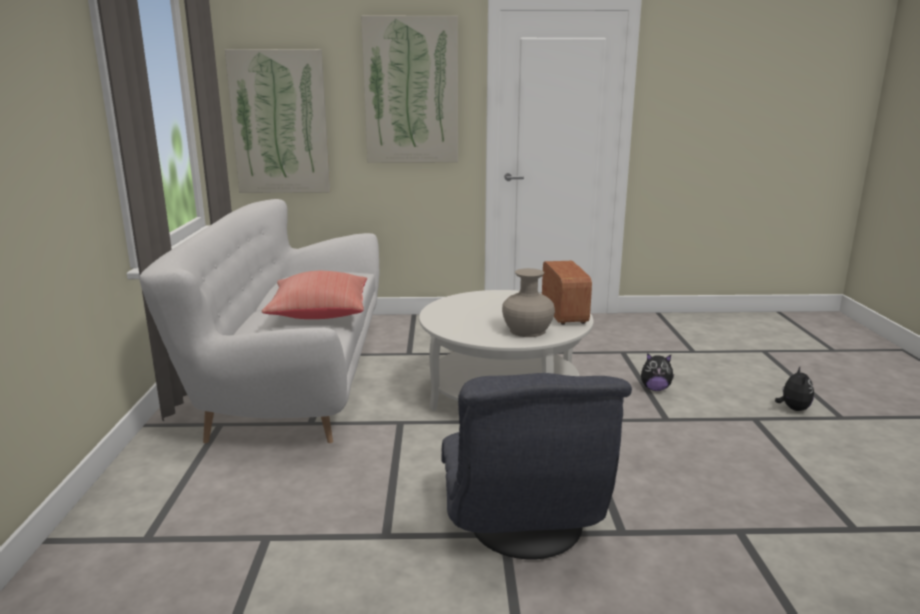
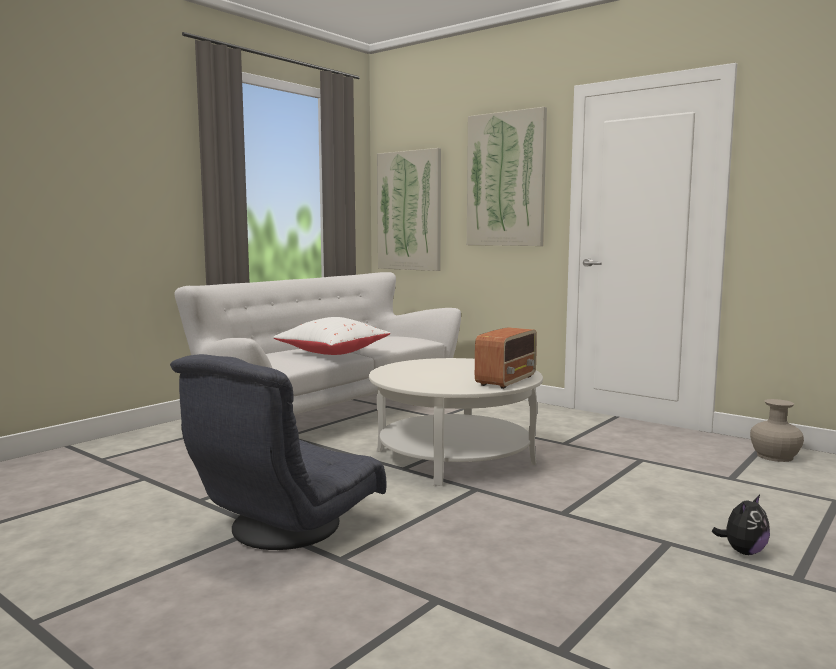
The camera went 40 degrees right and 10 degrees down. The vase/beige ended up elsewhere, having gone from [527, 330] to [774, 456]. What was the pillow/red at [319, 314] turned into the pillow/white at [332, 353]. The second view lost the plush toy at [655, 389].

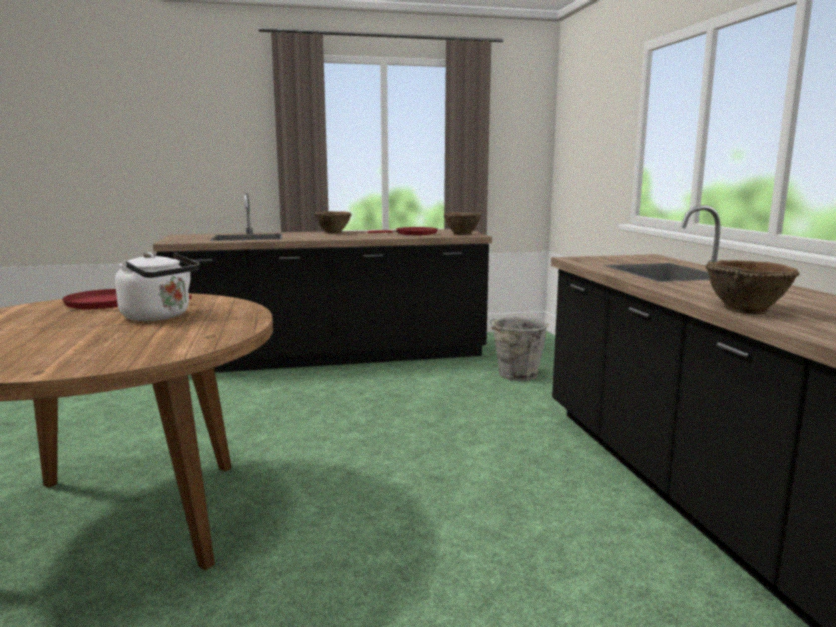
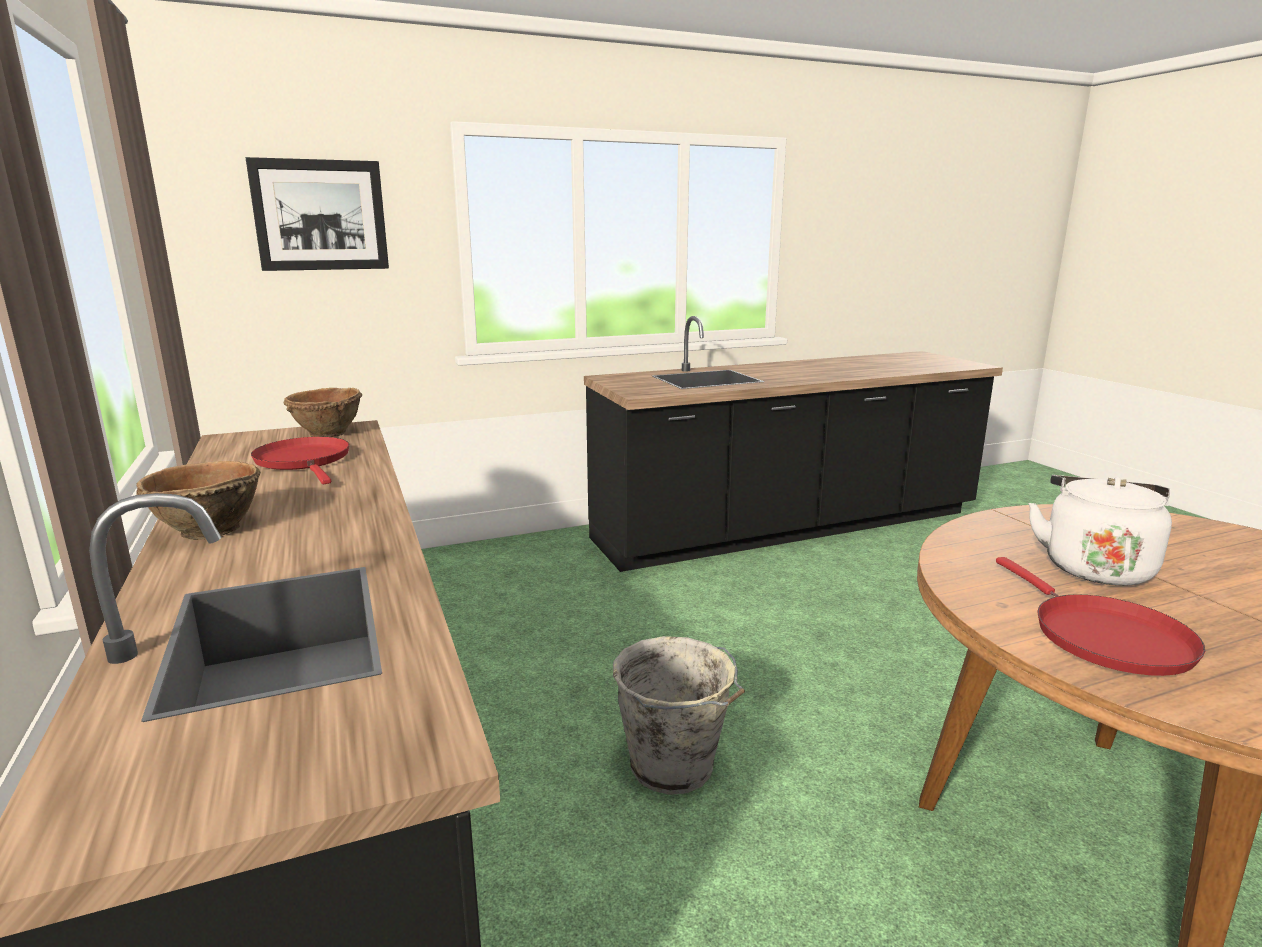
The camera went 100 degrees left and 5 degrees up. The second view lost the bowl/brown at [745, 310]. The bucket/grey ended up elsewhere, having gone from [516, 375] to [674, 768]. The second view gained the picture at [320, 215].

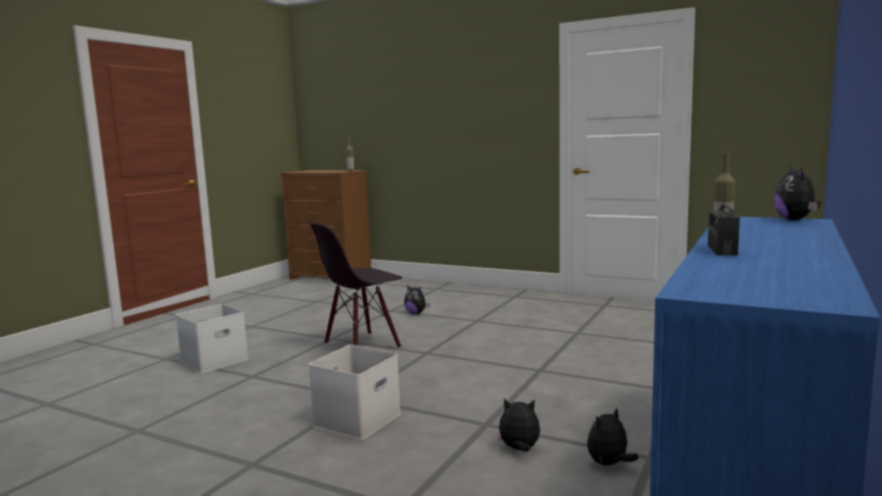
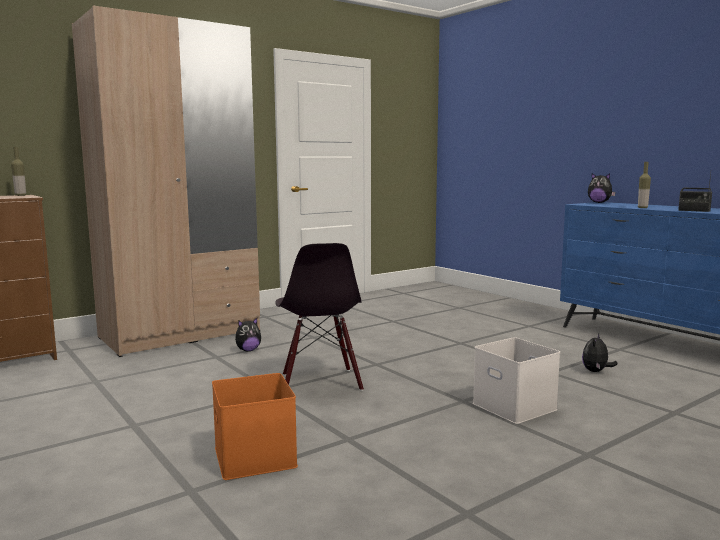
The camera went 65 degrees left and 0 degrees up. What was the storage box/white at [215, 360] turned into the storage box/orange at [253, 456]. The second view lost the plush toy at [609, 464]. The second view gained the wardrobe/beige at [180, 334].

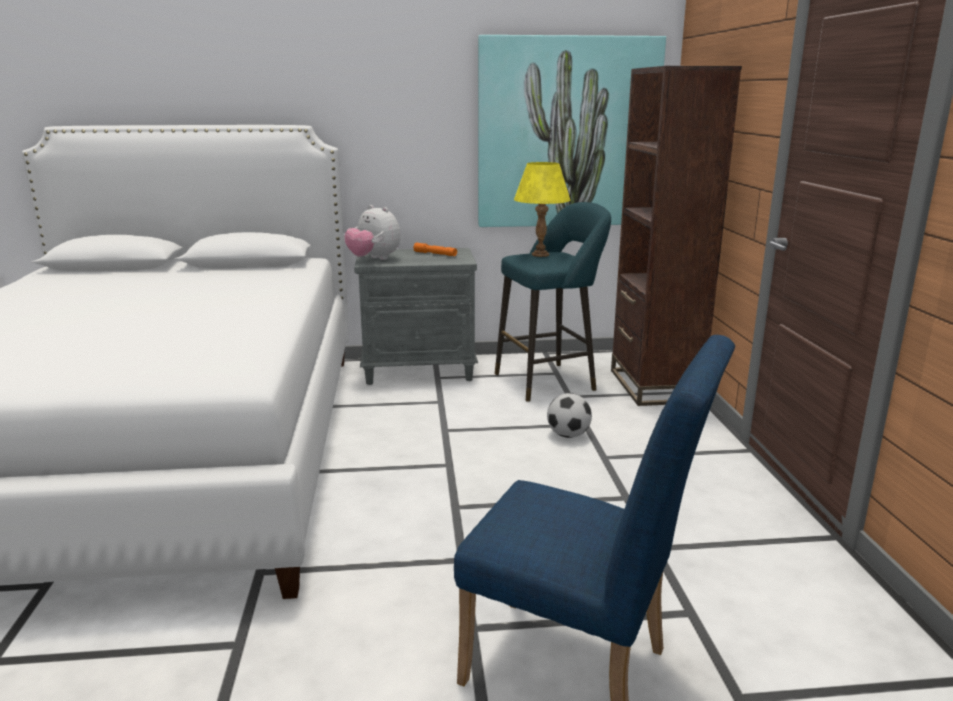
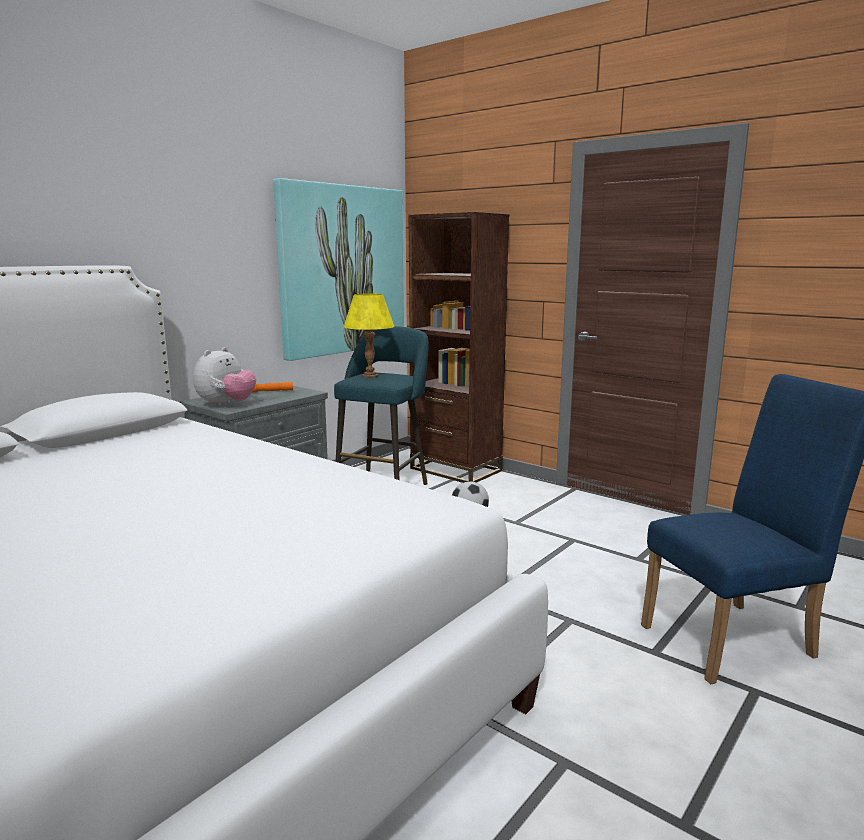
The camera went 45 degrees left and 5 degrees down. The plush toy at [374, 259] ended up facing another way, 60 degrees counterclockwise from before.

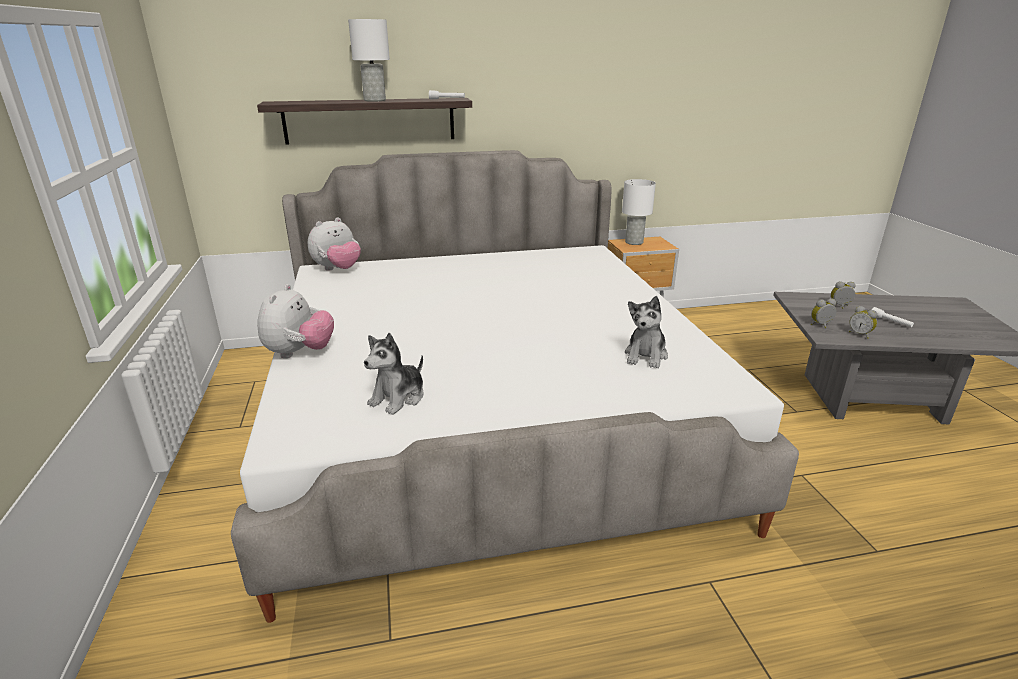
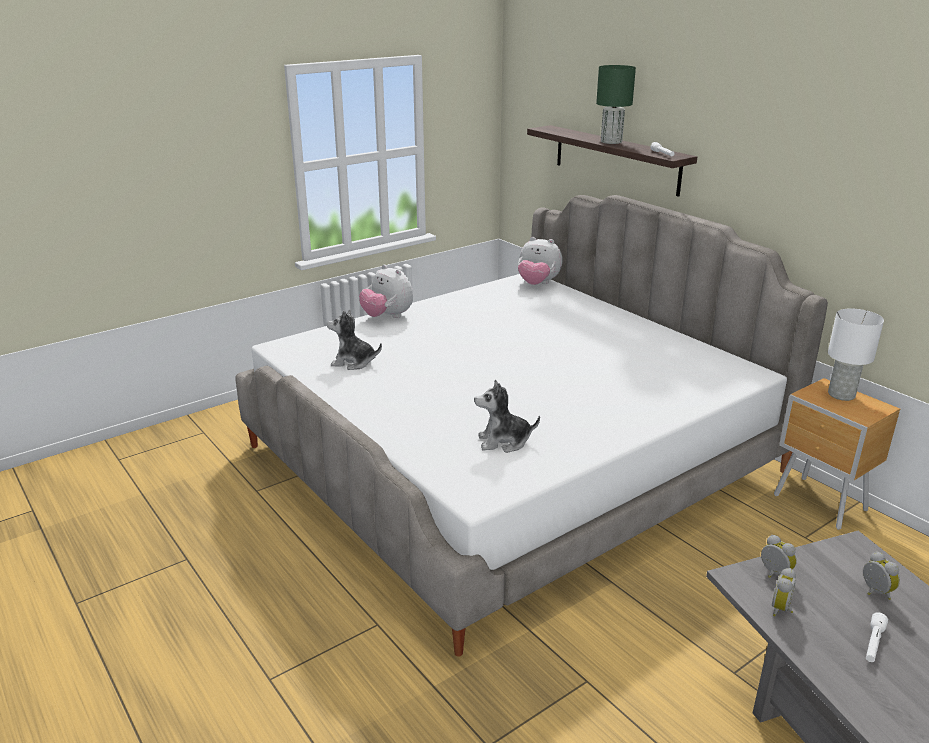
The camera went 65 degrees right and 0 degrees up. What was the table lamp/white at [374, 100] turned into the table lamp/green at [611, 141]. The plush toy at [299, 353] ended up facing another way, 60 degrees clockwise from before.

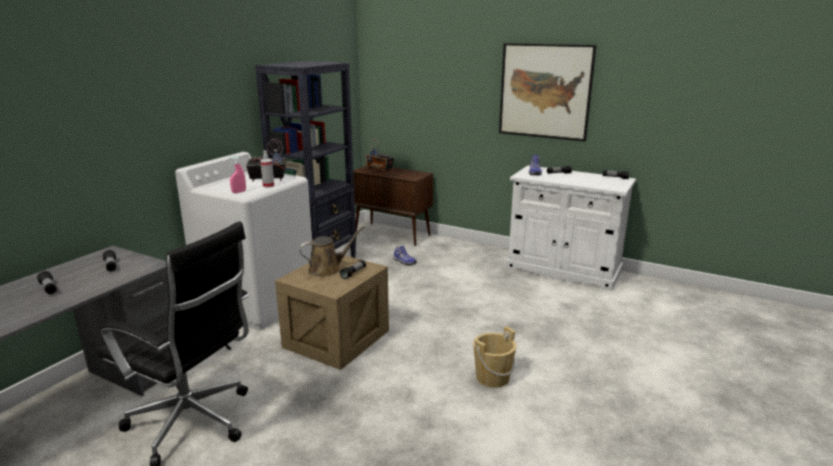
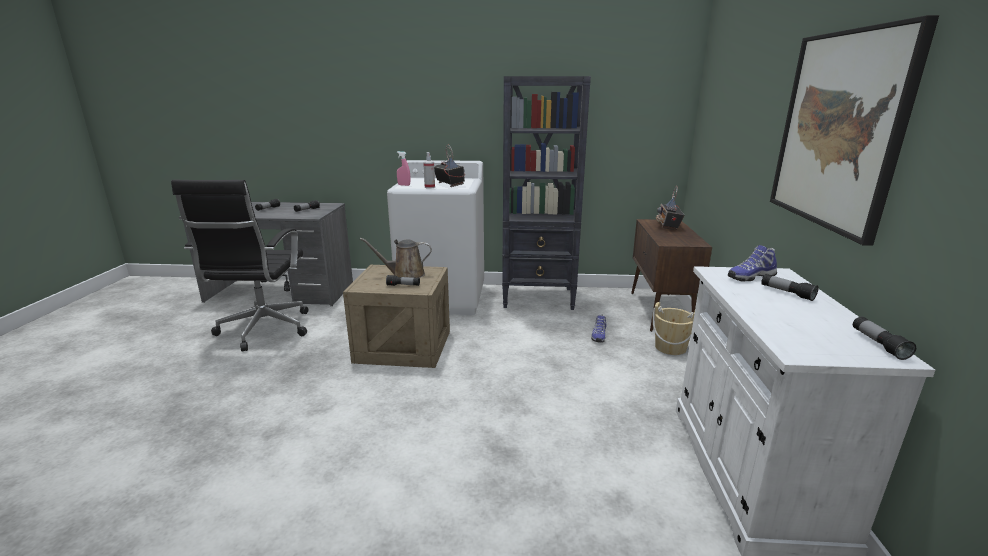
The camera went 65 degrees right and 0 degrees up. The watering can/brown at [327, 269] ended up facing another way, 135 degrees clockwise from before. The bucket/beige ended up elsewhere, having gone from [492, 377] to [670, 347].

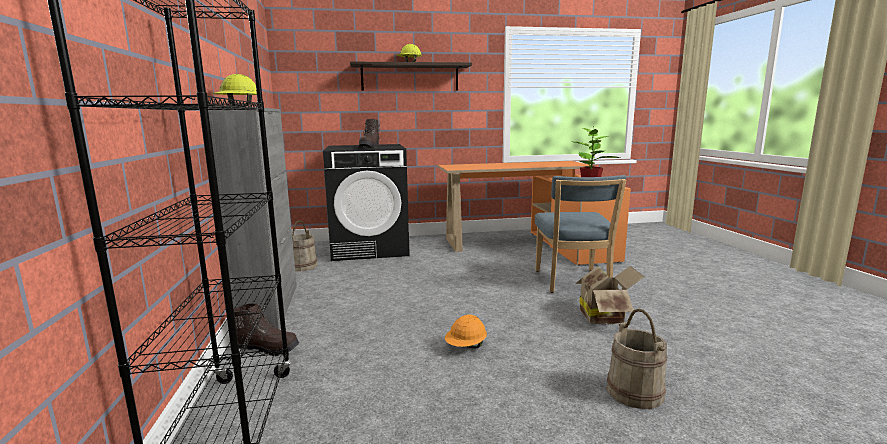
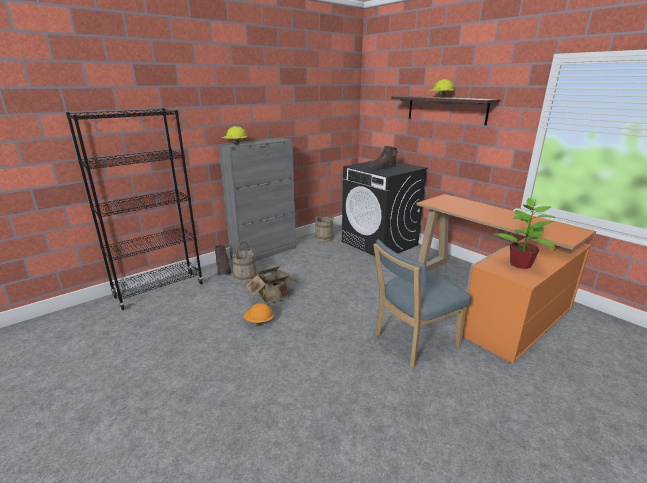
The camera went 60 degrees right and 10 degrees up. The cardboard box ended up elsewhere, having gone from [604, 316] to [274, 298]. The bucket/beige ended up elsewhere, having gone from [634, 392] to [245, 277].

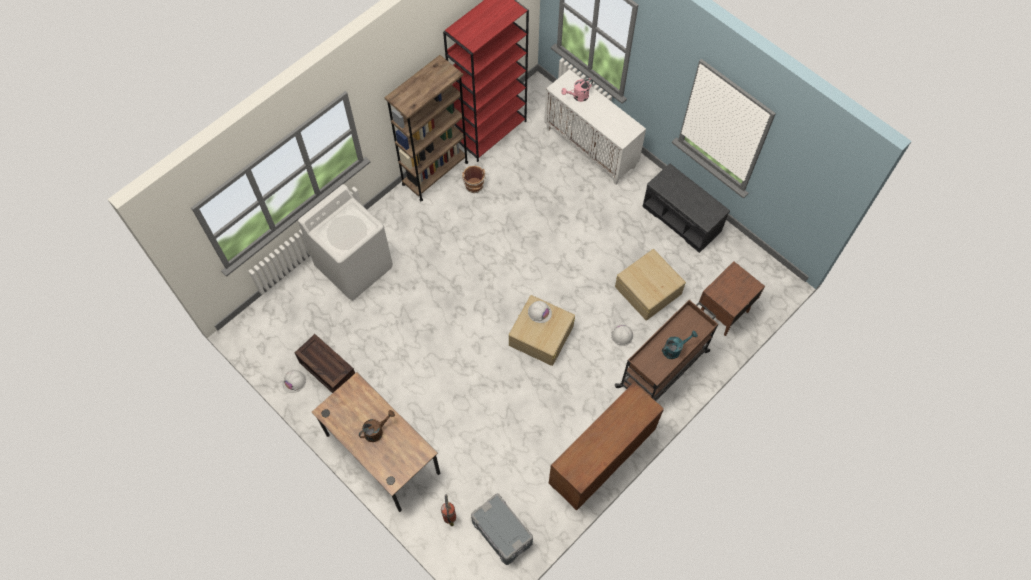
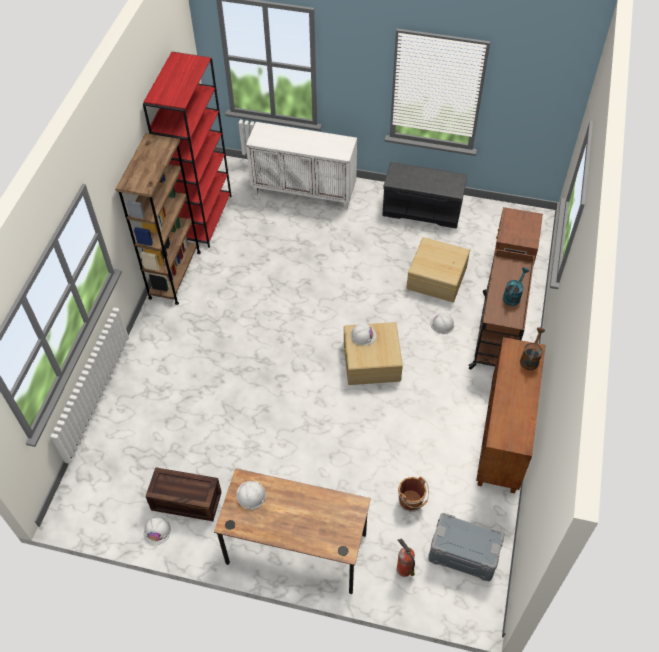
The camera went 30 degrees left and 10 degrees down. The second view lost the watering can/pink at [578, 96]. The bucket/brown ended up elsewhere, having gone from [474, 186] to [411, 501]. The second view lost the washing machine/white at [355, 266]. The watering can/brown ended up elsewhere, having gone from [376, 431] to [530, 358]. The second view gained the hard hat/white at [251, 495].

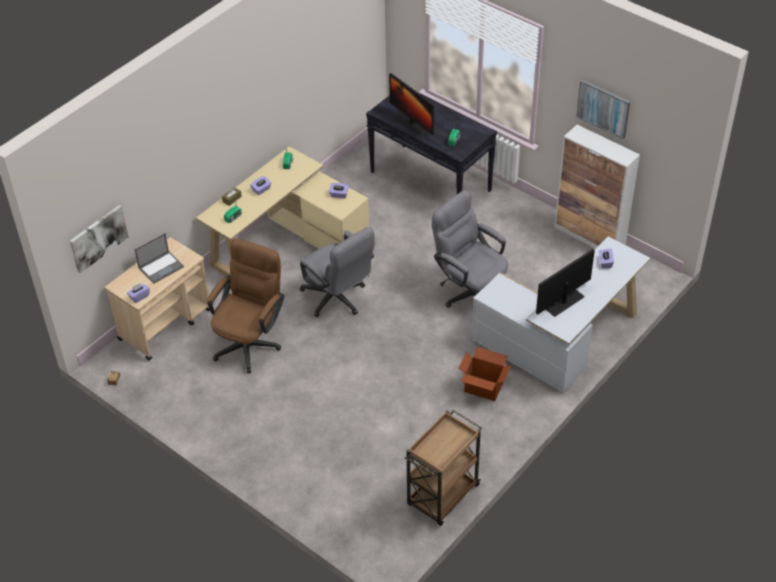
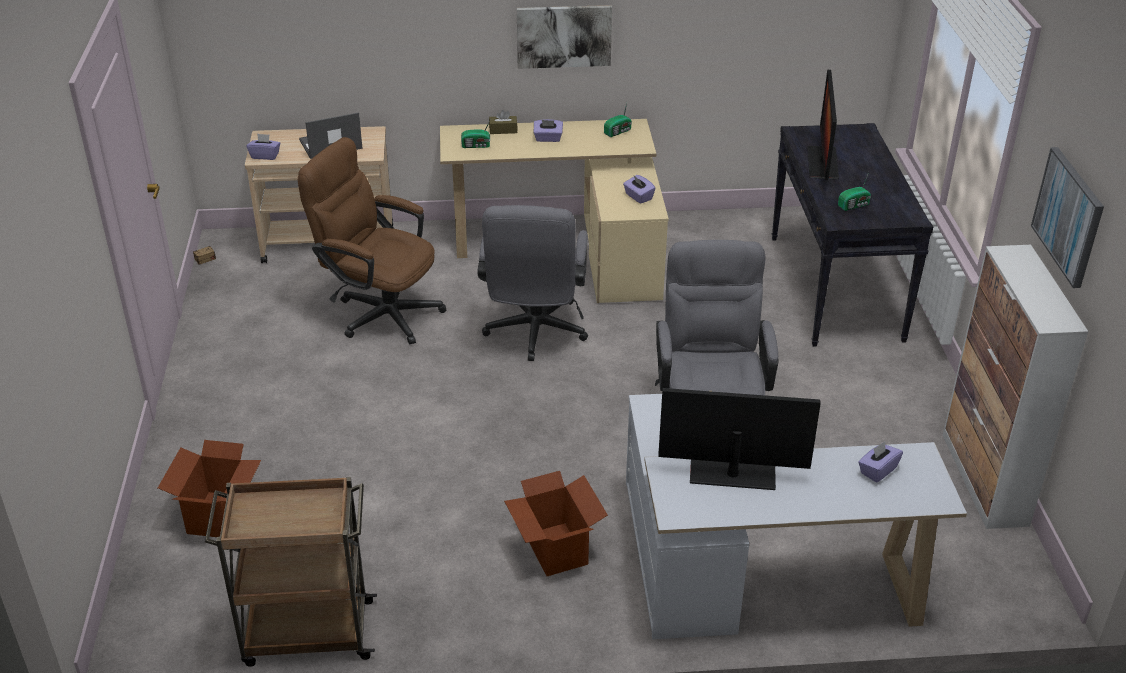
The camera went 45 degrees right and 10 degrees down. The picture ended up elsewhere, having gone from [98, 238] to [564, 36]. The laptop at [161, 267] ended up facing another way, 150 degrees clockwise from before. The office chair/brown at [250, 341] ended up facing another way, 135 degrees counterclockwise from before. The second view gained the cardboard box at [219, 515].

